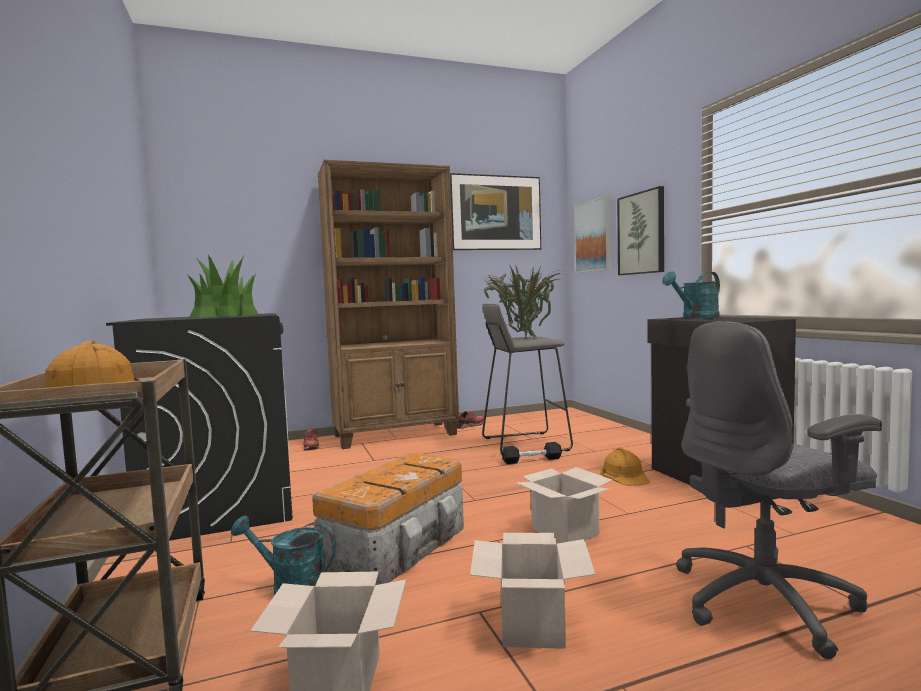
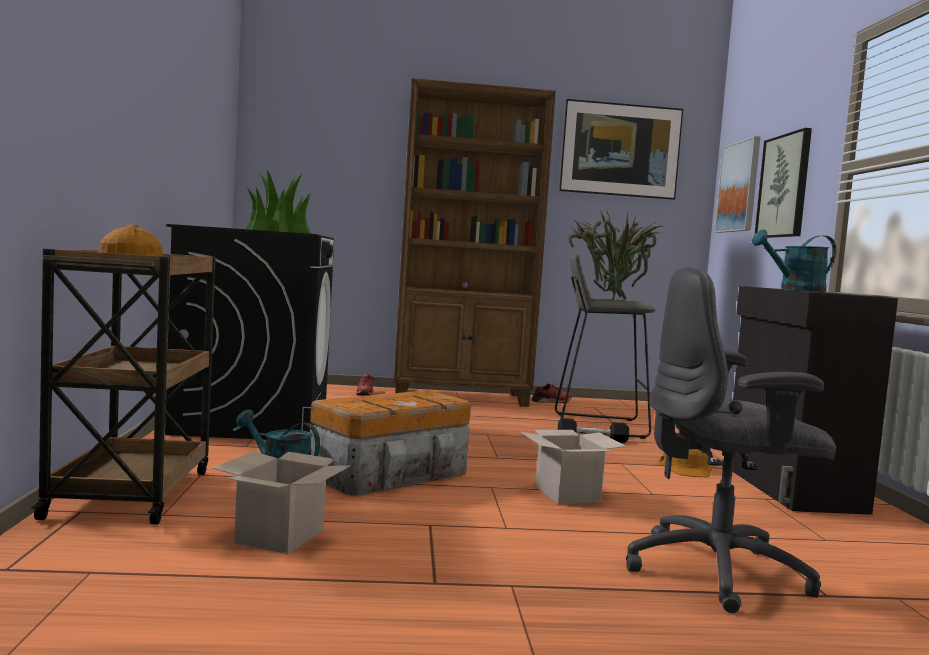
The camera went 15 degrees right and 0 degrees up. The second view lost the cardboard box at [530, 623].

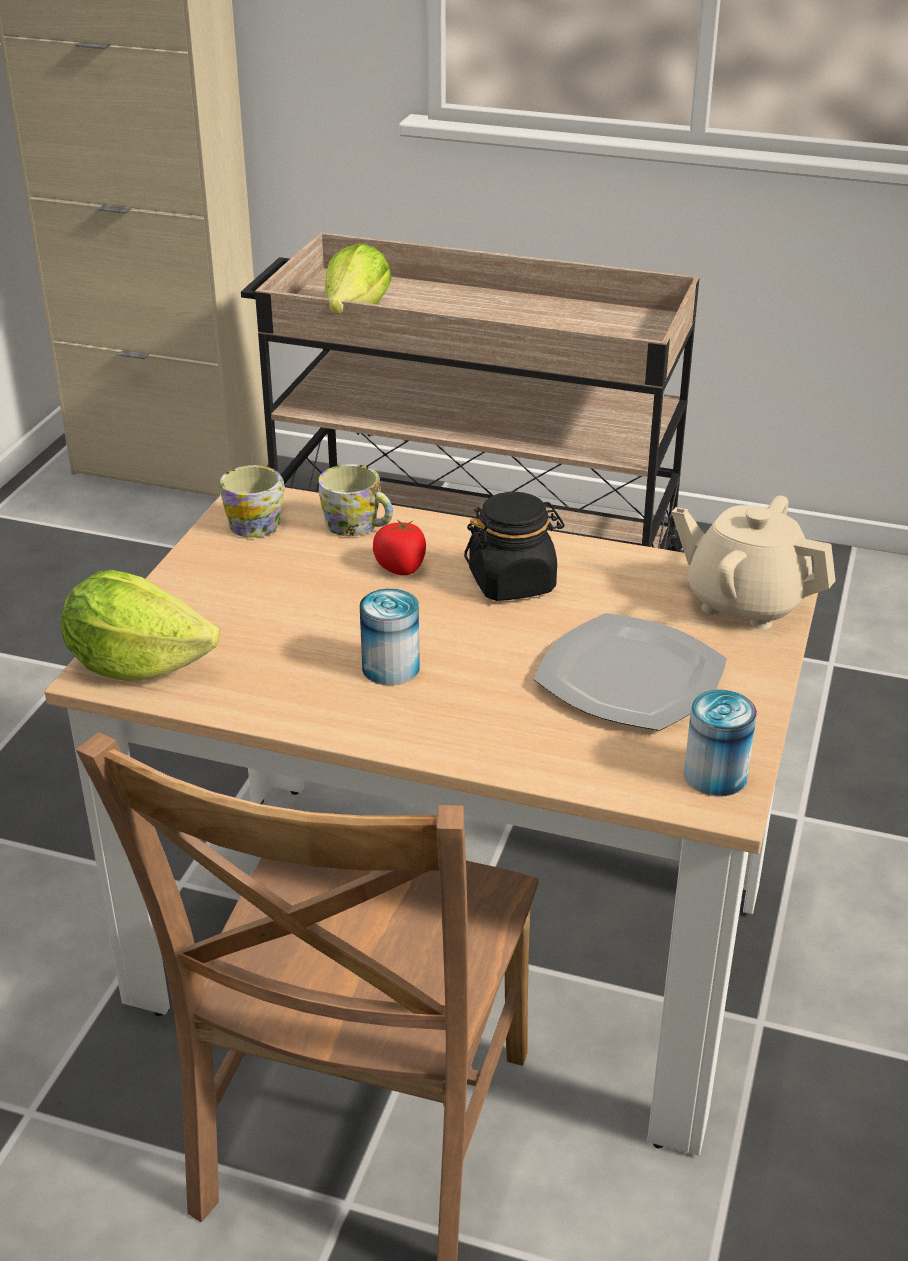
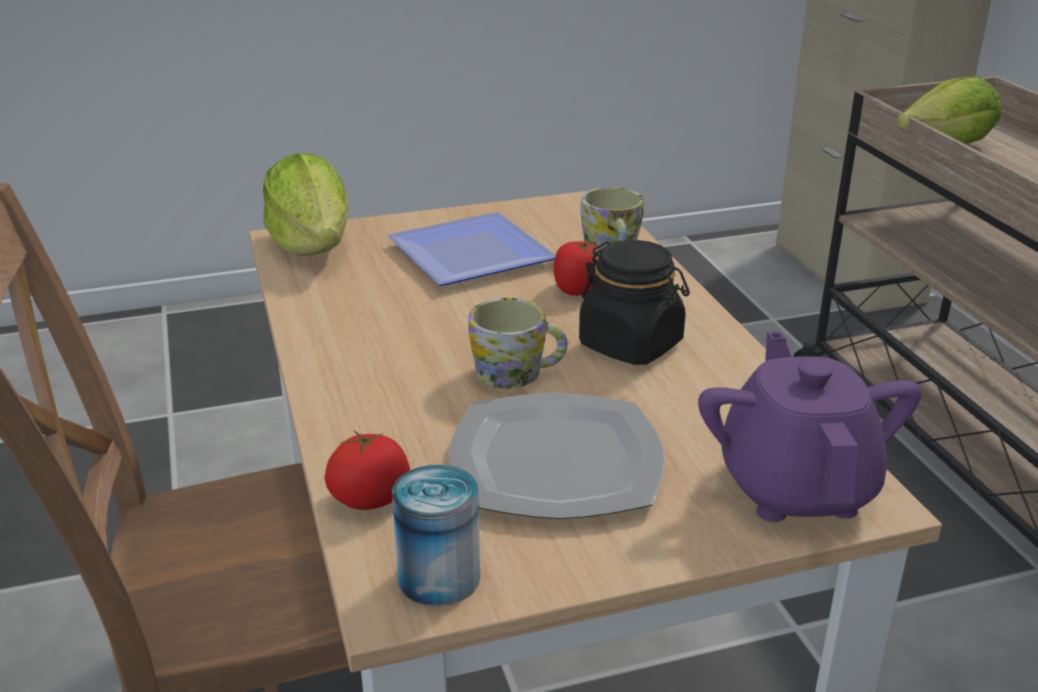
The camera went 55 degrees right and 5 degrees down. The mug ended up elsewhere, having gone from [260, 522] to [518, 373]. What was the teapot/beige at [745, 602] turned into the teapot/purple at [796, 487]. The second view lost the can at [391, 668]. The second view gained the plate at [465, 254]. The second view gained the tomato at [370, 498].

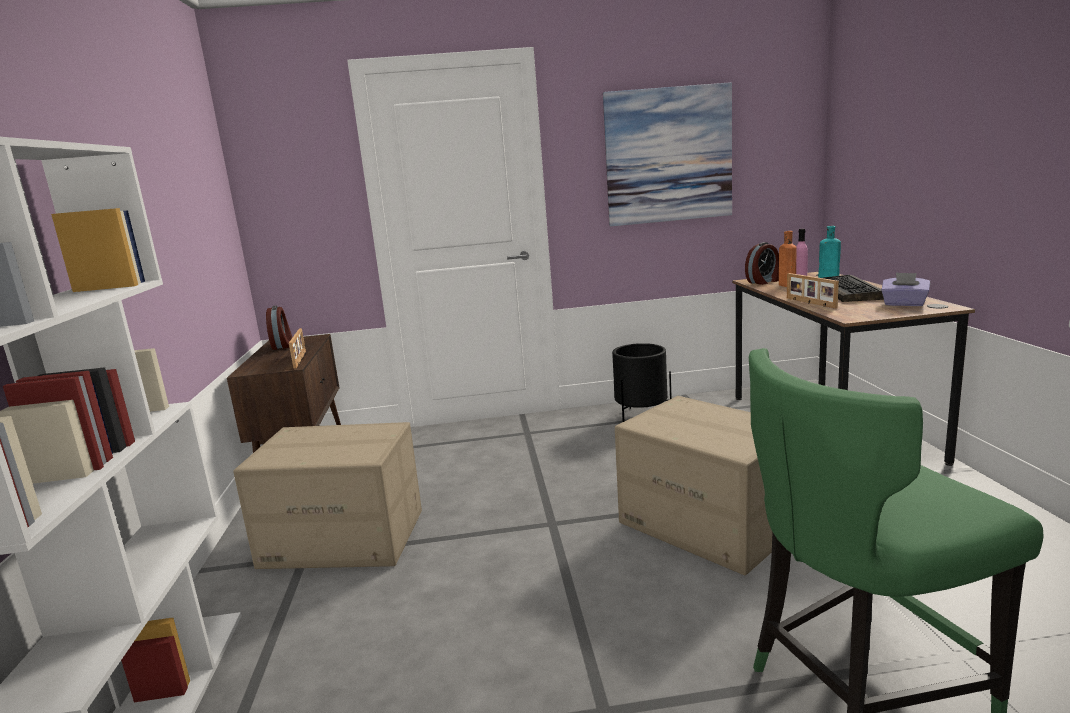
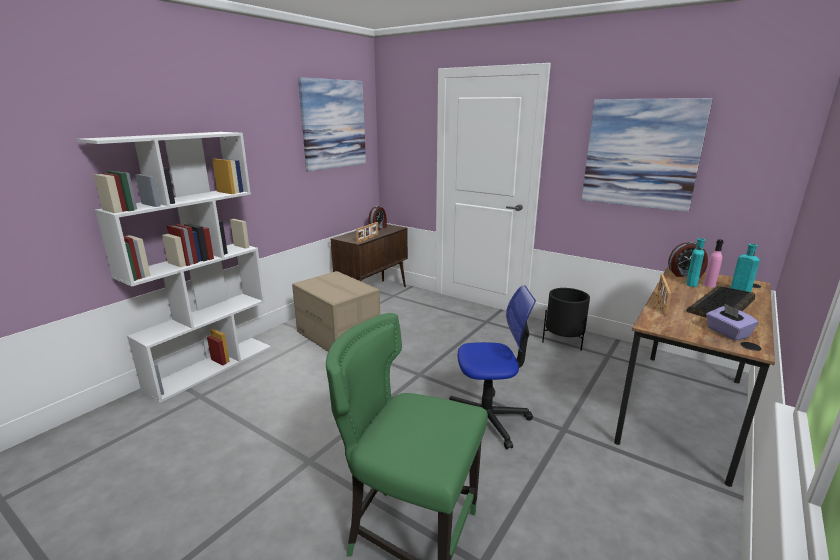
The camera went 40 degrees right and 5 degrees up. What was the bottle/orange at [786, 285] turned into the bottle/turquoise at [691, 283]. Where the cardboard box stood at [709, 524], the office chair came to stand at [488, 419]. The second view gained the picture at [334, 124].

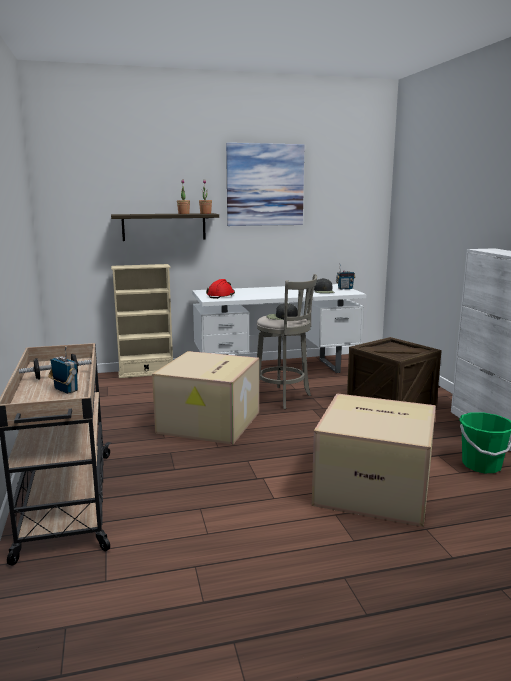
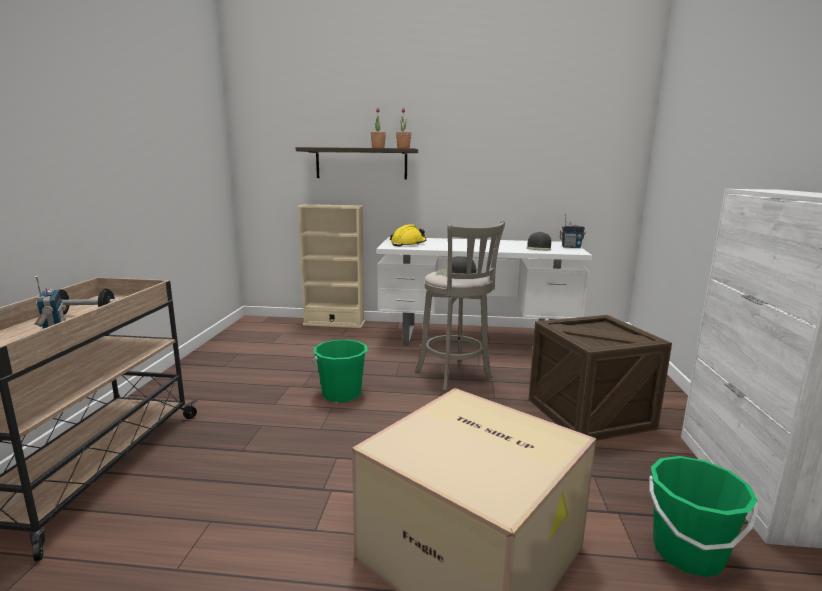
The camera went 20 degrees right and 0 degrees up. The second view lost the picture at [265, 185]. What was the hard hat/red at [221, 295] turned into the hard hat/yellow at [408, 244]. Where the cardboard box stood at [210, 423], the bucket/green came to stand at [341, 394].

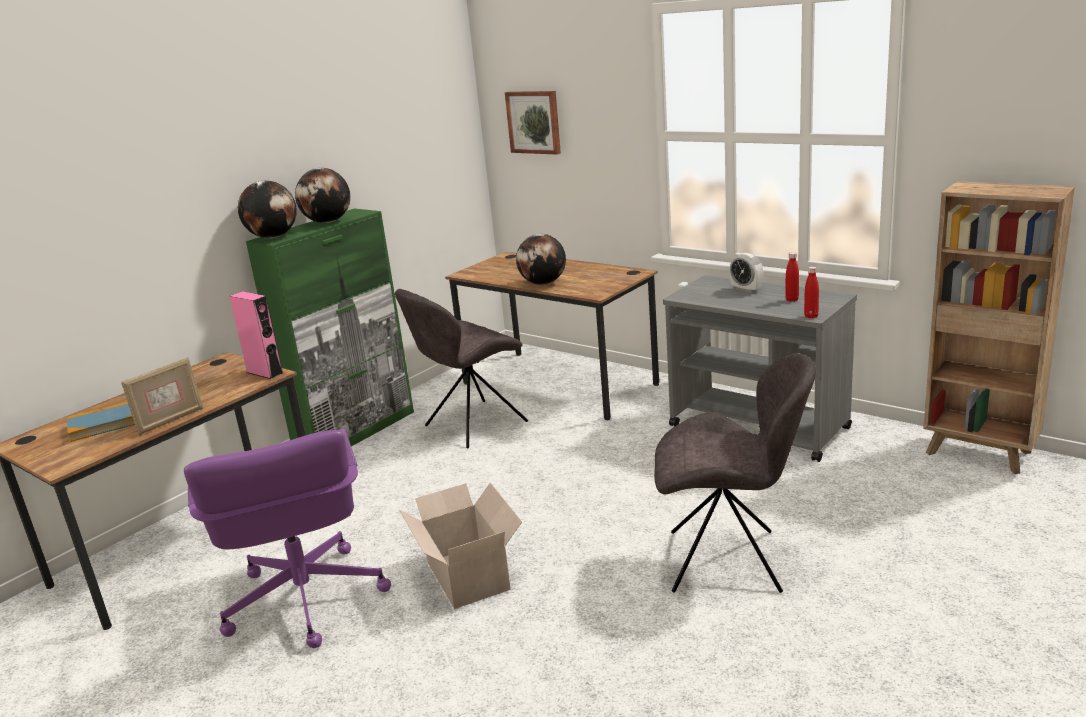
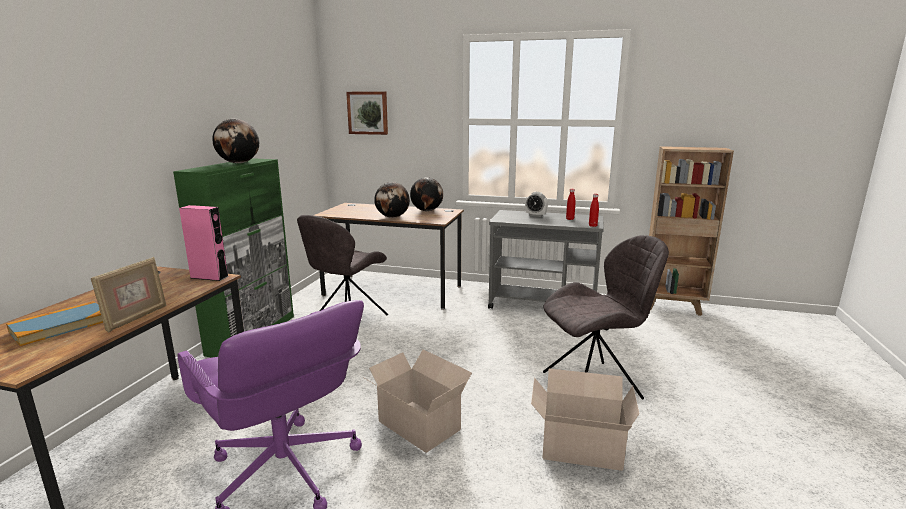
The camera went 25 degrees left and 5 degrees down. The globe ended up elsewhere, having gone from [273, 237] to [427, 210]. The second view gained the cardboard box at [578, 447].

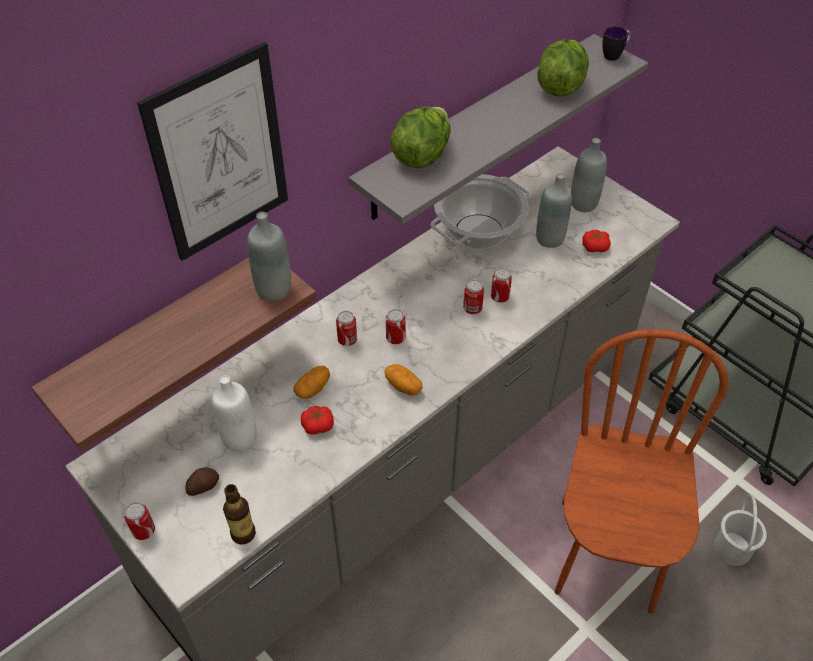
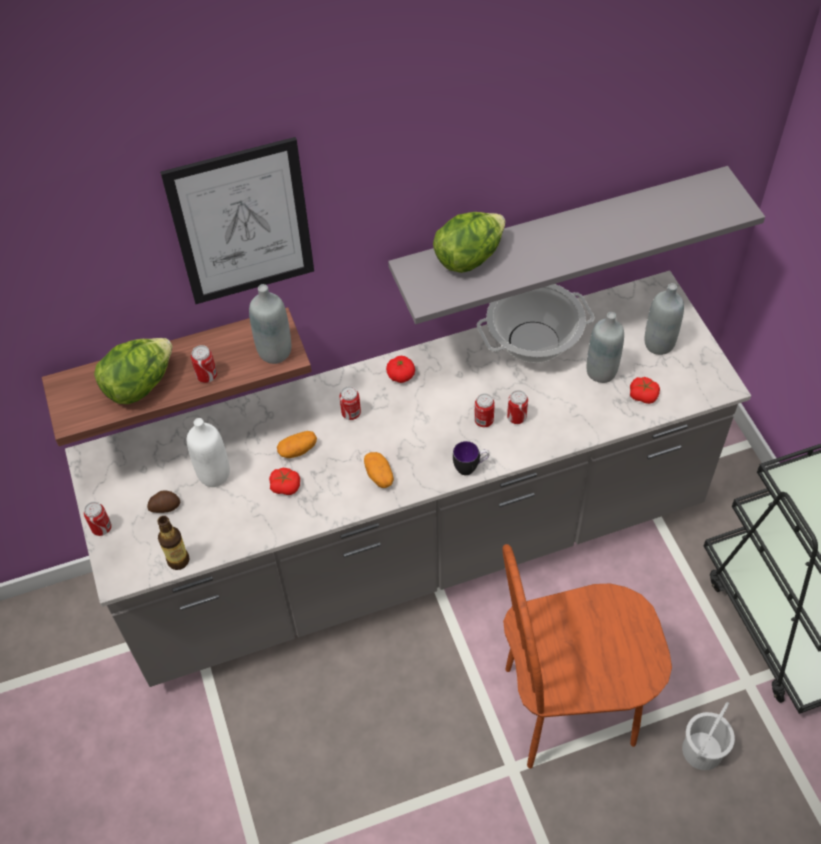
The camera went 25 degrees right and 5 degrees up. The mug ended up elsewhere, having gone from [614, 55] to [470, 467]. The lettuce ended up elsewhere, having gone from [560, 85] to [140, 385]. The can ended up elsewhere, having gone from [395, 338] to [207, 376]. The chair/brown at [607, 555] ended up facing another way, 135 degrees counterclockwise from before. The second view gained the tomato at [401, 375].

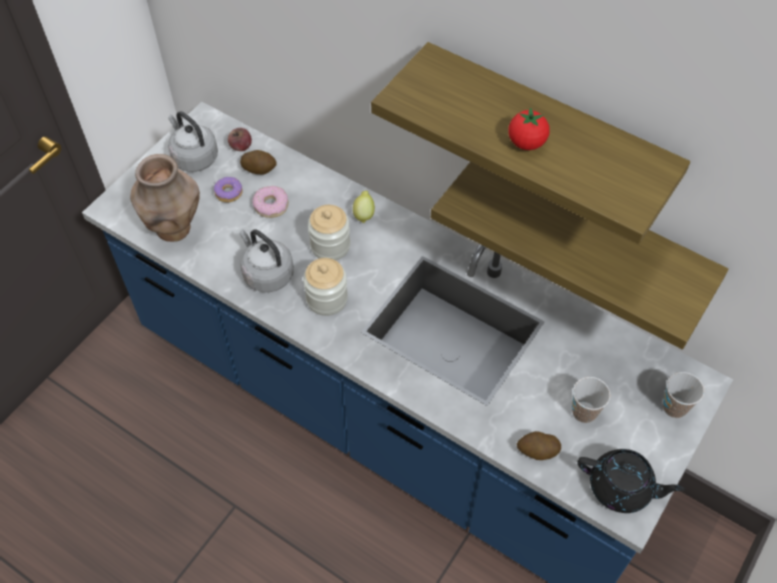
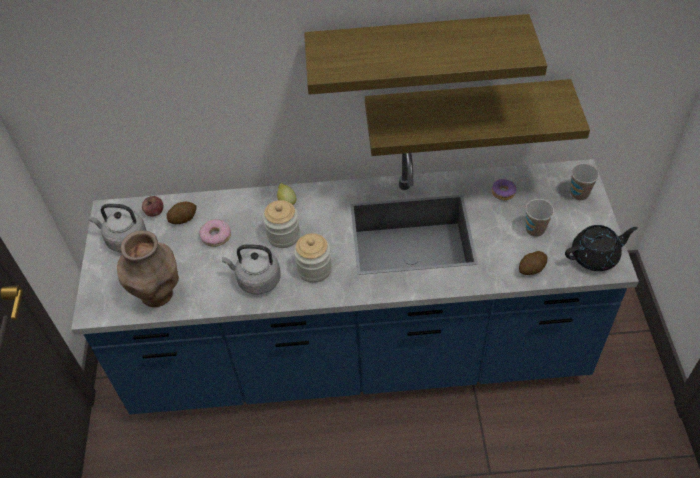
The camera went 35 degrees left and 5 degrees down. The second view lost the tomato at [526, 143]. The donut ended up elsewhere, having gone from [229, 193] to [503, 192].

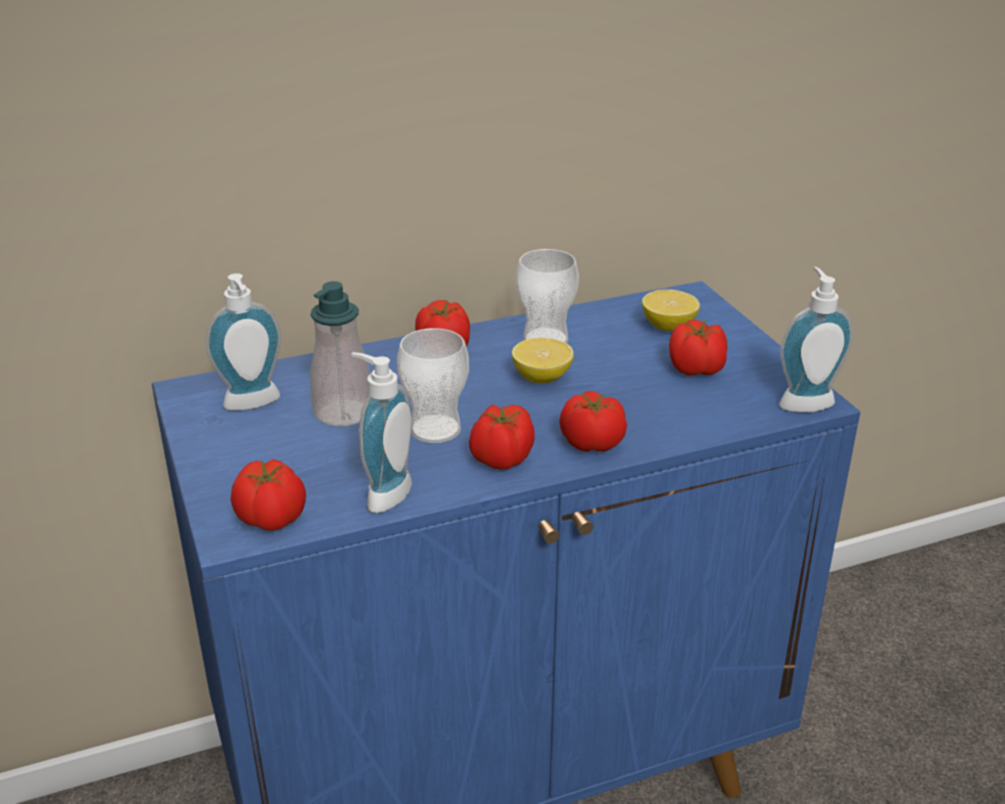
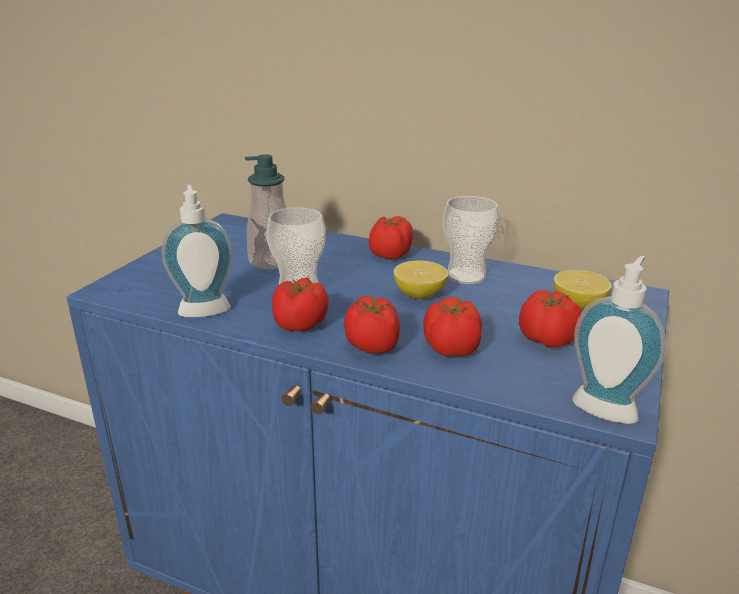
The camera went 45 degrees right and 5 degrees down. The second view lost the soap dispenser at [253, 405]. The tomato ended up elsewhere, having gone from [271, 520] to [450, 349].

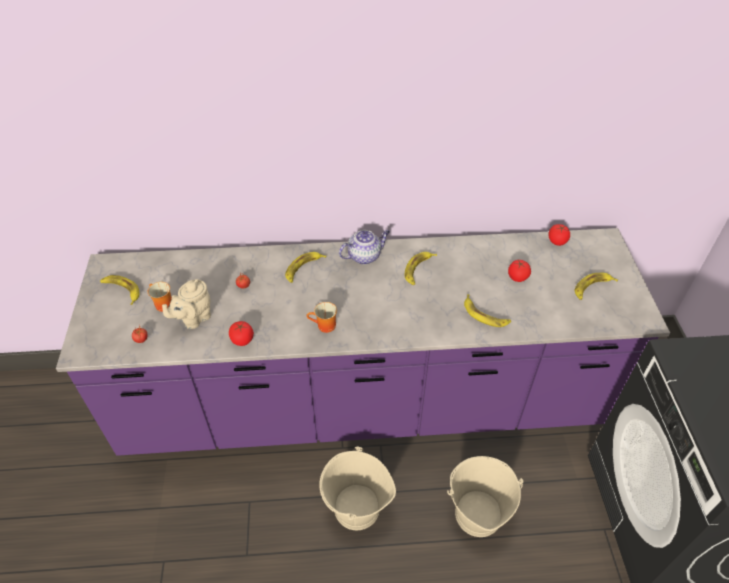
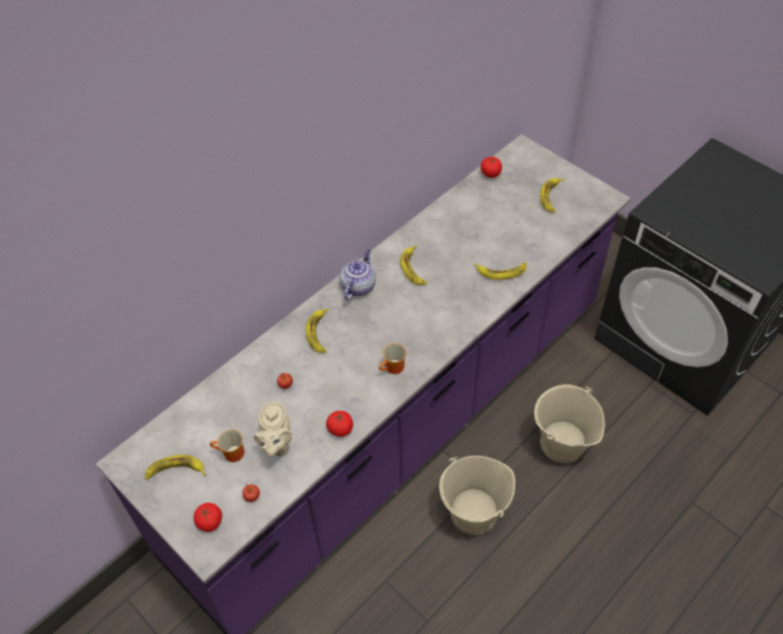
The camera went 40 degrees left and 5 degrees up. The tomato ended up elsewhere, having gone from [517, 277] to [209, 522].

